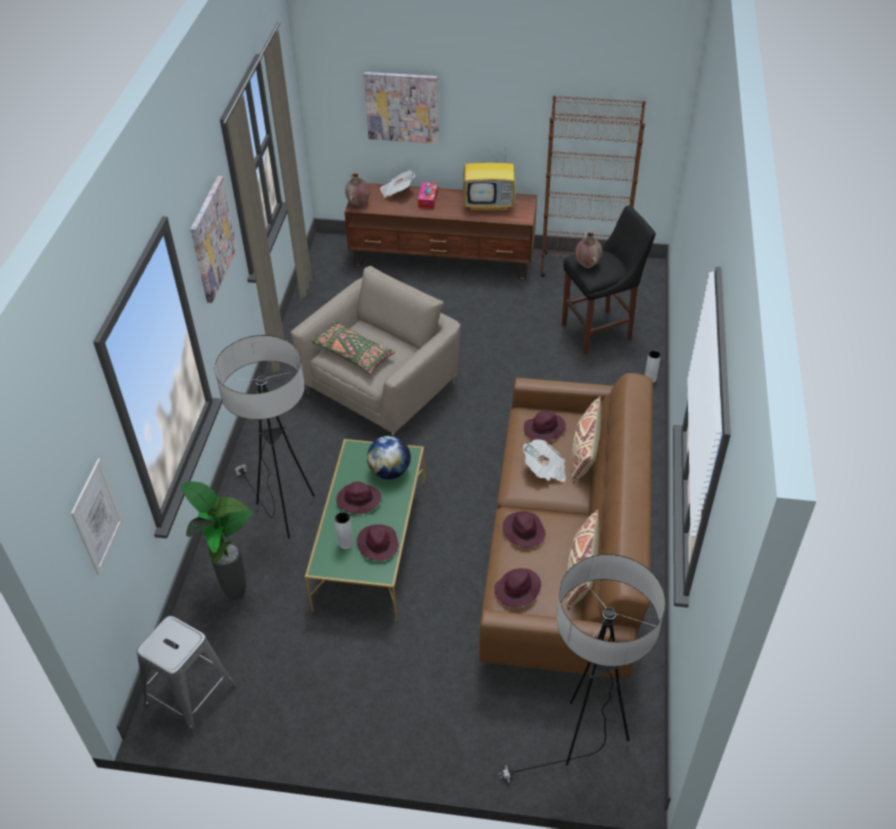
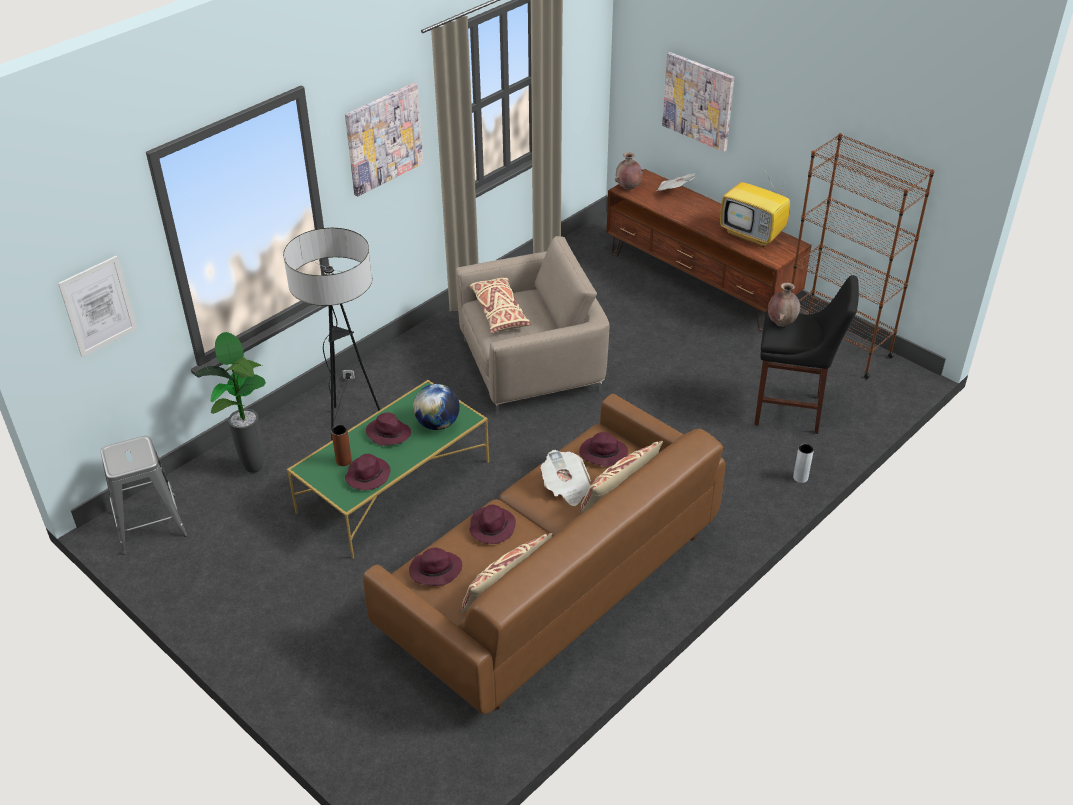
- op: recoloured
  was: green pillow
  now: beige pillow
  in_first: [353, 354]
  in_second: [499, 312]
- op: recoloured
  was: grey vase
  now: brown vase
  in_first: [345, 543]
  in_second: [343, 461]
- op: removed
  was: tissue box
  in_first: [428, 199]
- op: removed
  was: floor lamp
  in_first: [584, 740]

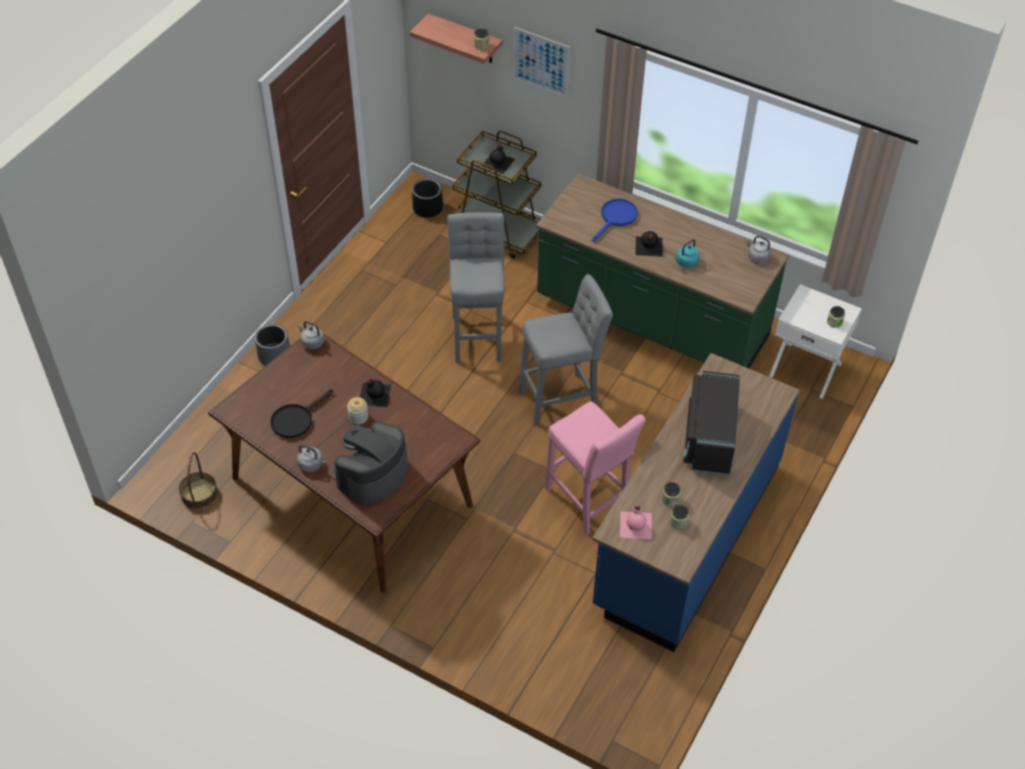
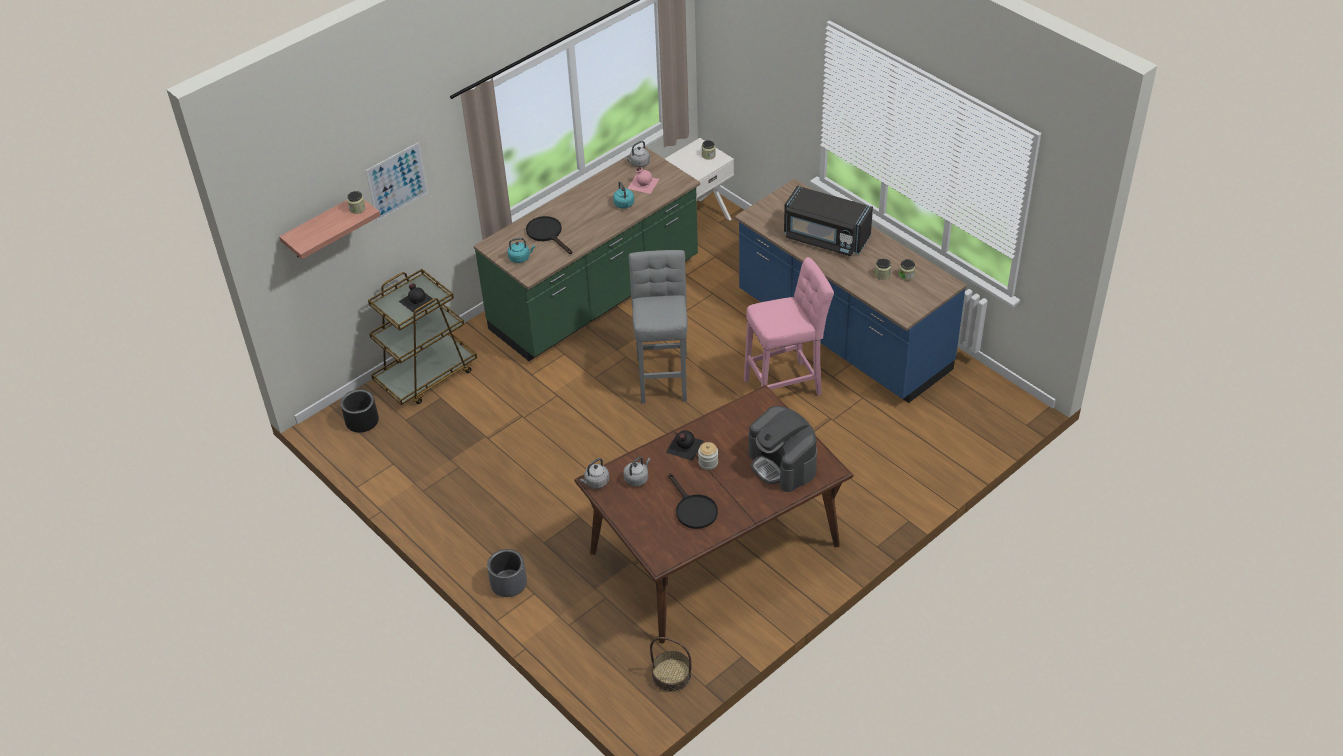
- op: moved
  was: grey kettle
  in_first: [312, 465]
  in_second: [637, 478]
- op: removed
  was: grey stool
  in_first: [478, 335]
- op: recoloured
  was: blue frying pan
  now: black frying pan
  in_first: [616, 218]
  in_second: [547, 234]
- op: moved
  was: pink bottle
  in_first: [636, 524]
  in_second: [643, 183]
- op: removed
  was: black bottle
  in_first: [648, 246]
- op: added
  now: turquoise kettle
  in_second: [520, 258]

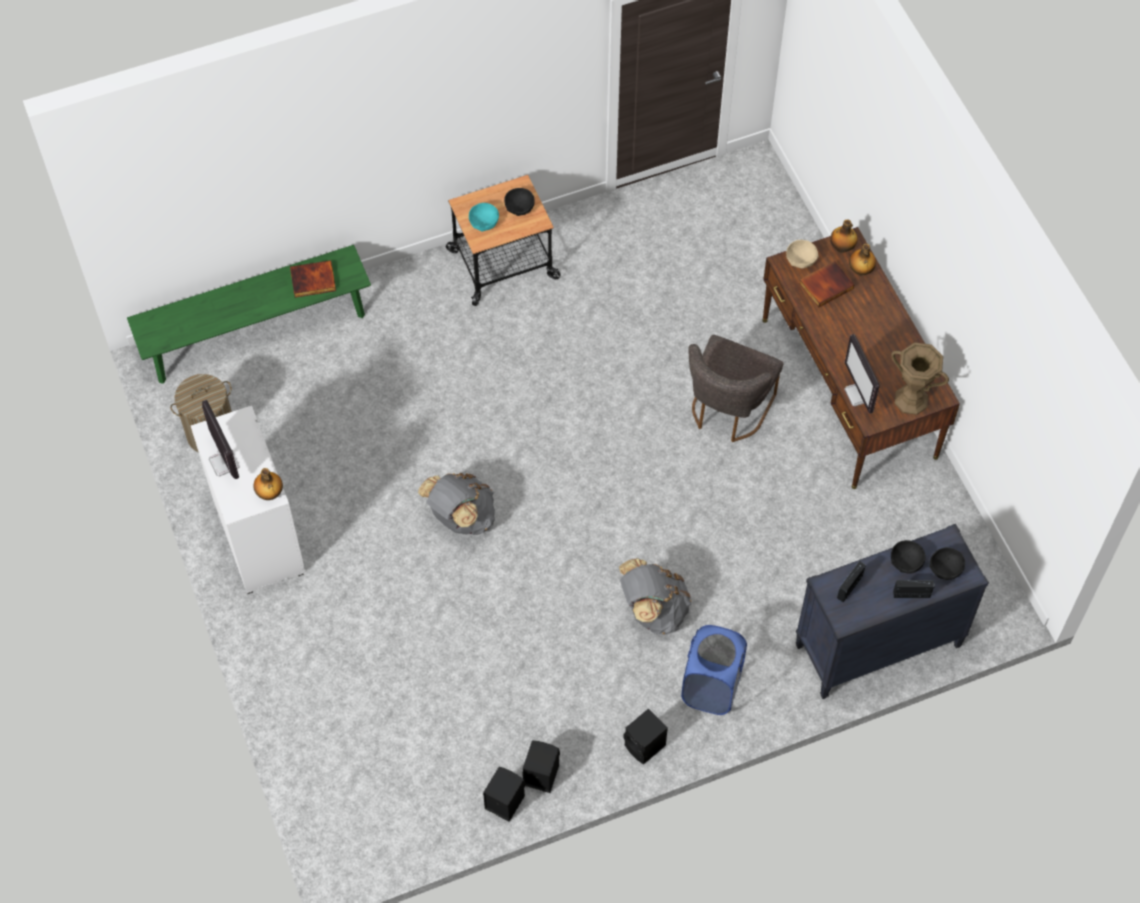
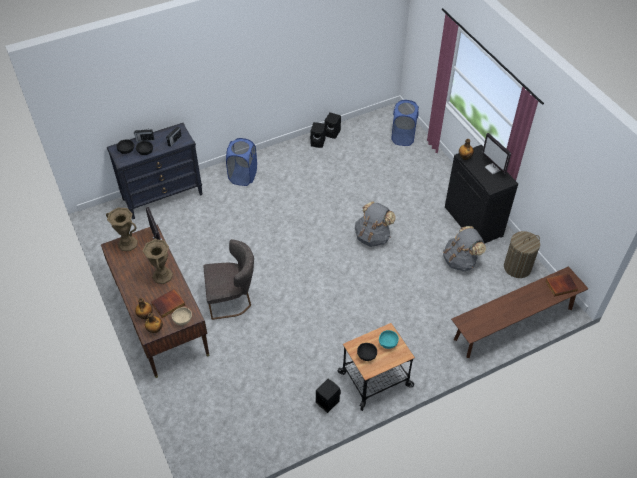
- op: recoloured
  was: green bench
  now: brown bench
  in_first: [257, 333]
  in_second: [513, 324]
- op: recoloured
  was: white cabinet
  now: black cabinet
  in_first: [257, 536]
  in_second: [474, 222]
- op: moved
  was: book
  in_first: [313, 281]
  in_second: [560, 285]
- op: moved
  was: grey backpack
  in_first: [653, 610]
  in_second: [460, 261]
- op: moved
  was: black speaker
  in_first: [645, 746]
  in_second: [327, 401]
- op: turned
  was: grey chair
  in_first: [728, 411]
  in_second: [232, 299]
  clockwise: 60
- op: added
  now: brown vase
  in_second: [162, 276]
- op: added
  now: blue laundry basket
  in_second: [403, 137]

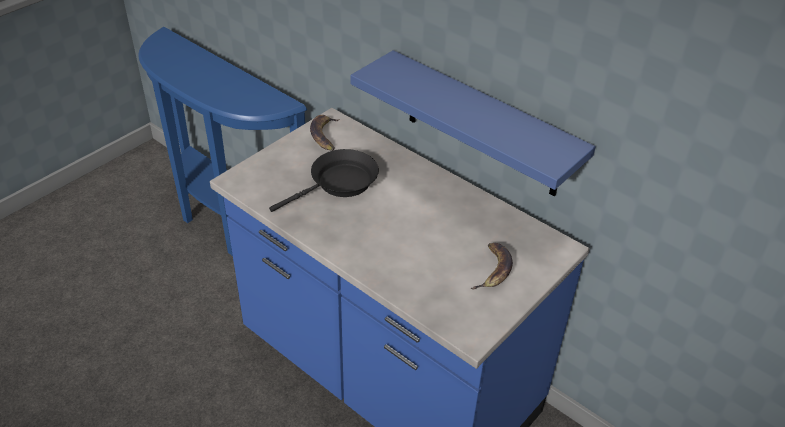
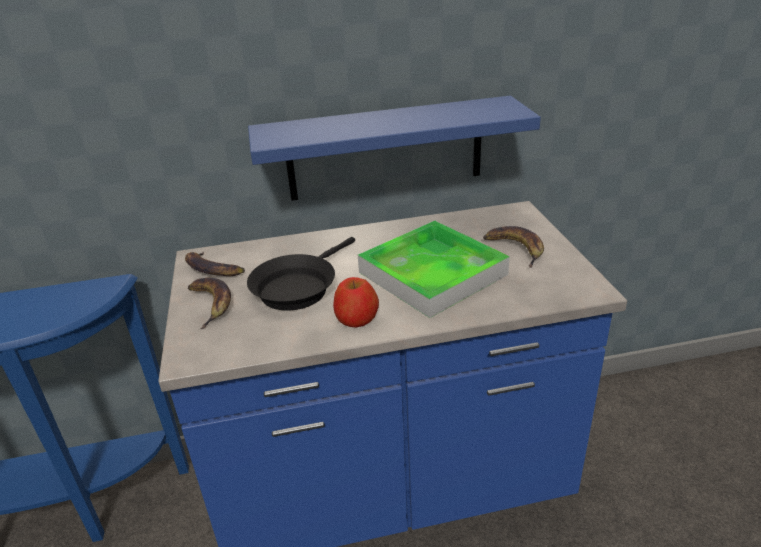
- op: turned
  was: black frying pan
  in_first: [339, 184]
  in_second: [298, 287]
  clockwise: -150
- op: added
  now: banana
  in_second: [211, 304]
- op: added
  now: apple
  in_second: [356, 318]
- op: added
  now: tray
  in_second: [432, 273]

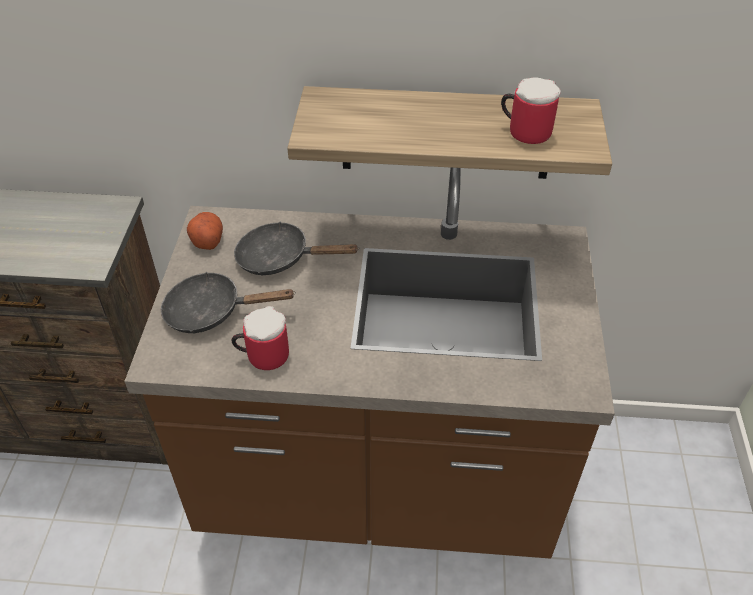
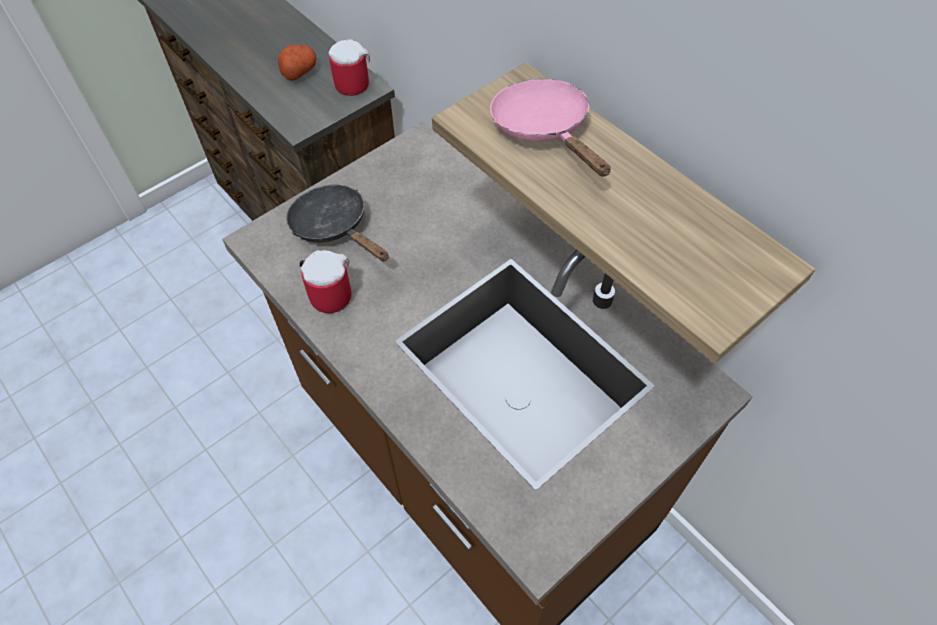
- op: moved
  was: potato
  in_first: [207, 239]
  in_second: [299, 71]
- op: removed
  was: black frying pan
  in_first: [280, 258]
- op: moved
  was: mug
  in_first: [525, 130]
  in_second: [352, 81]
- op: added
  now: pink frying pan
  in_second: [544, 129]

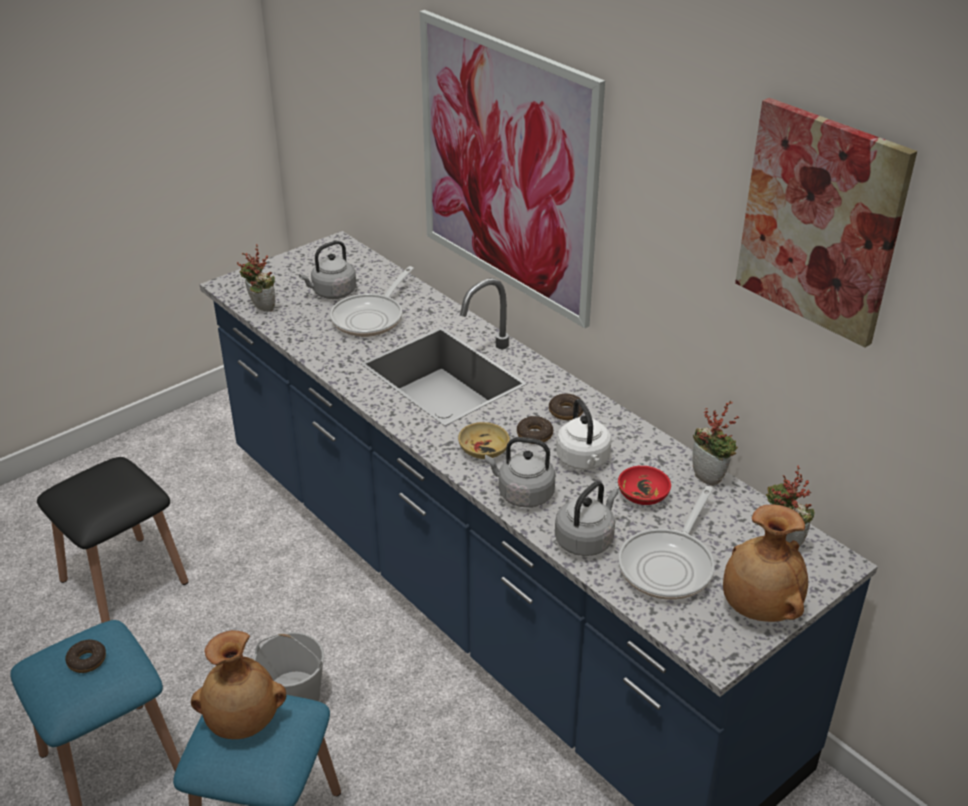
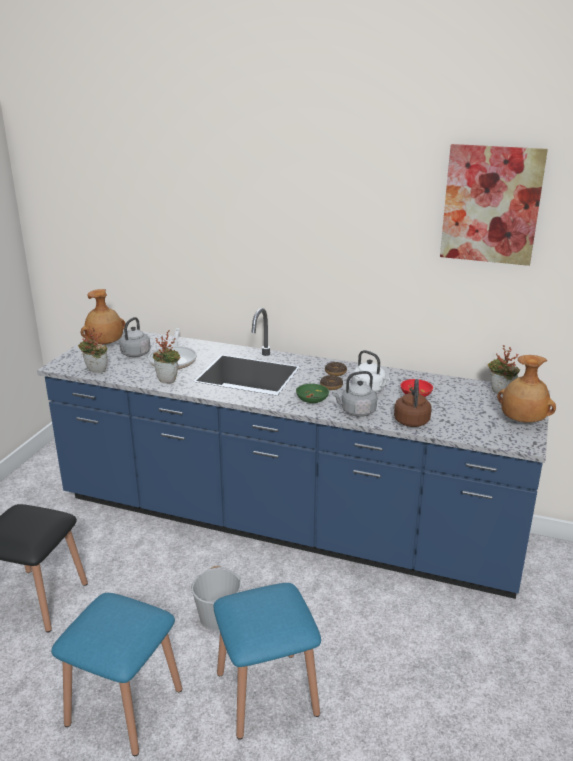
- op: removed
  was: donut
  in_first: [87, 660]
- op: moved
  was: brown vase
  in_first: [243, 722]
  in_second: [105, 344]
- op: removed
  was: picture
  in_first: [507, 167]
- op: recoloured
  was: beige bowl
  now: green bowl
  in_first: [484, 449]
  in_second: [312, 399]
- op: recoloured
  was: grey kettle
  now: brown kettle
  in_first: [586, 540]
  in_second: [411, 420]
- op: removed
  was: frying pan
  in_first: [669, 565]
- op: moved
  was: potted plant
  in_first: [710, 478]
  in_second: [169, 380]

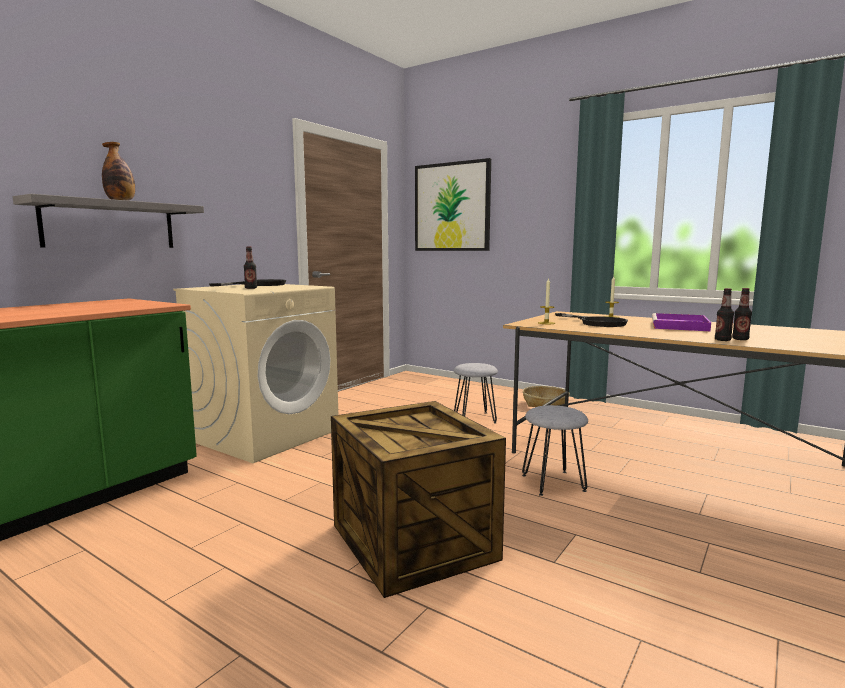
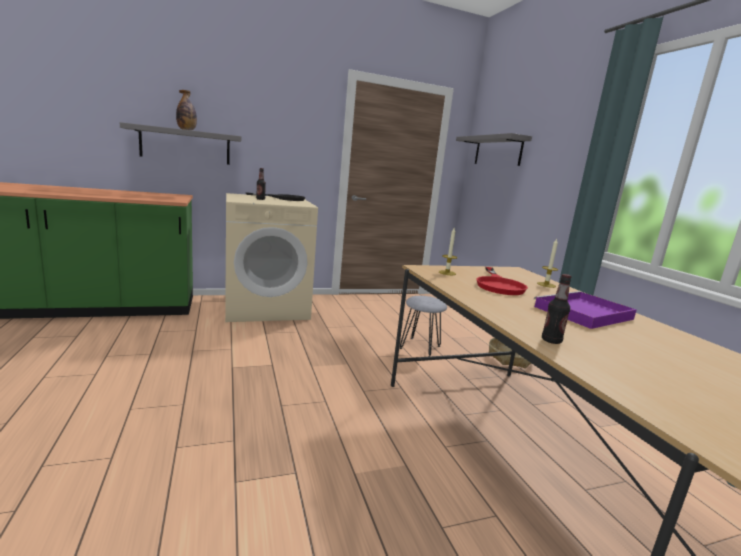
- op: removed
  was: crate
  in_first: [411, 542]
- op: replaced
  was: picture
  now: grey shelf
  in_first: [452, 207]
  in_second: [498, 151]
- op: removed
  was: grey stool
  in_first: [552, 483]
- op: recoloured
  was: black frying pan
  now: red frying pan
  in_first: [597, 323]
  in_second: [498, 285]
- op: removed
  was: bottle
  in_first: [740, 339]

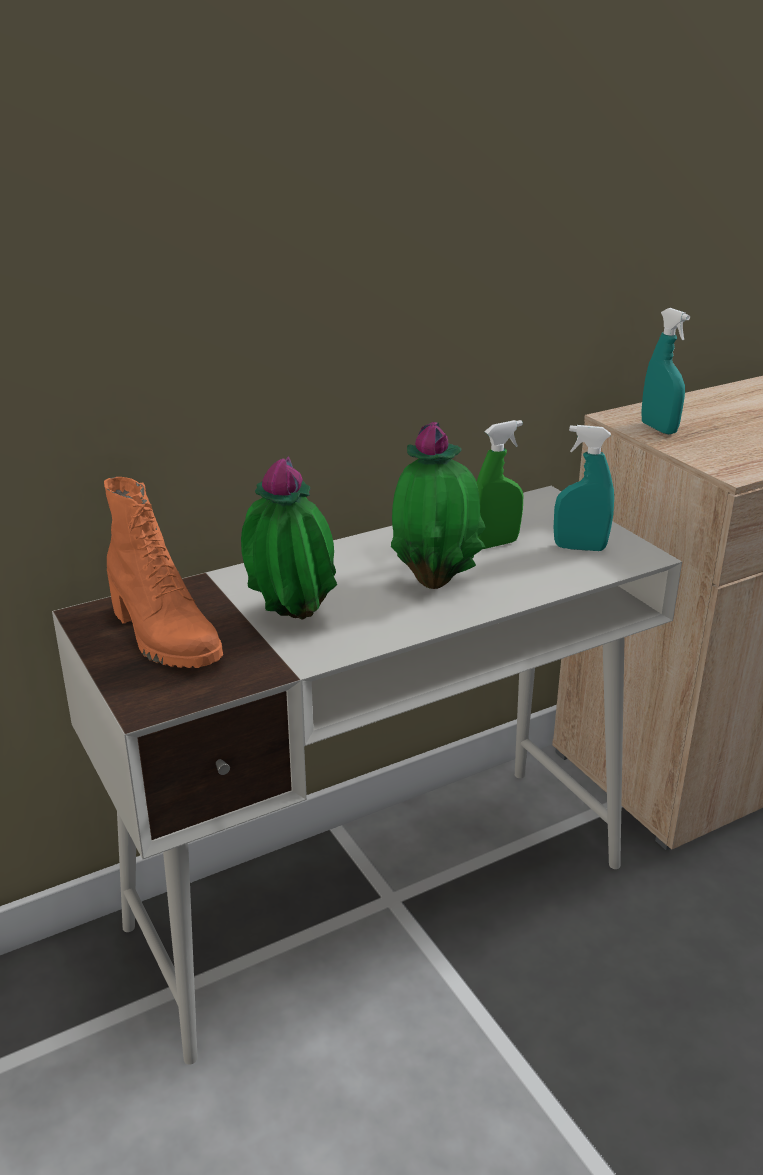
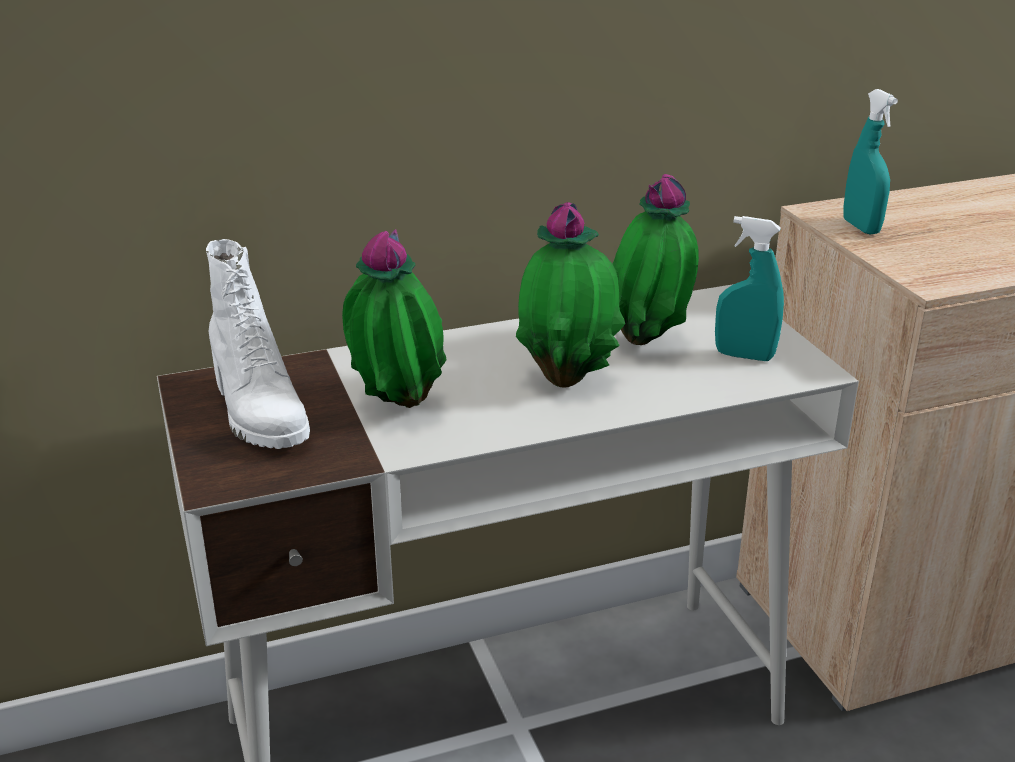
- op: recoloured
  was: orange boot
  now: white boot
  in_first: [163, 638]
  in_second: [257, 414]
- op: replaced
  was: green spray bottle
  now: potted plant
  in_first: [495, 544]
  in_second: [649, 343]

